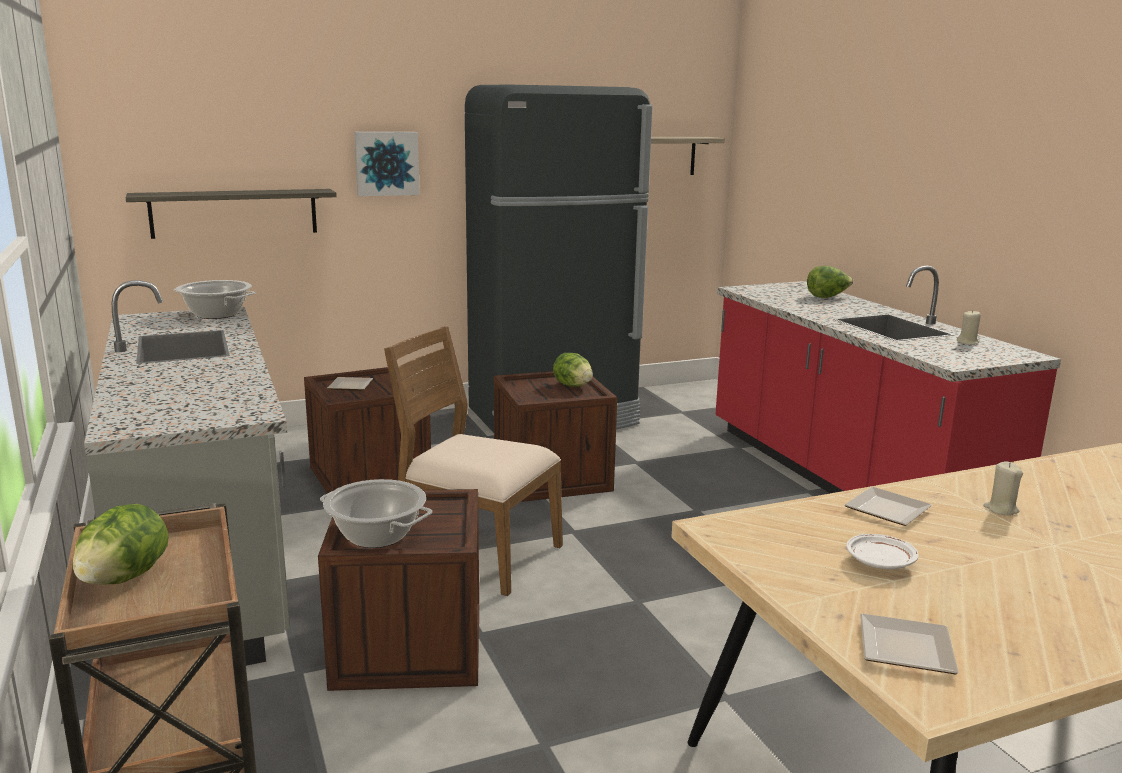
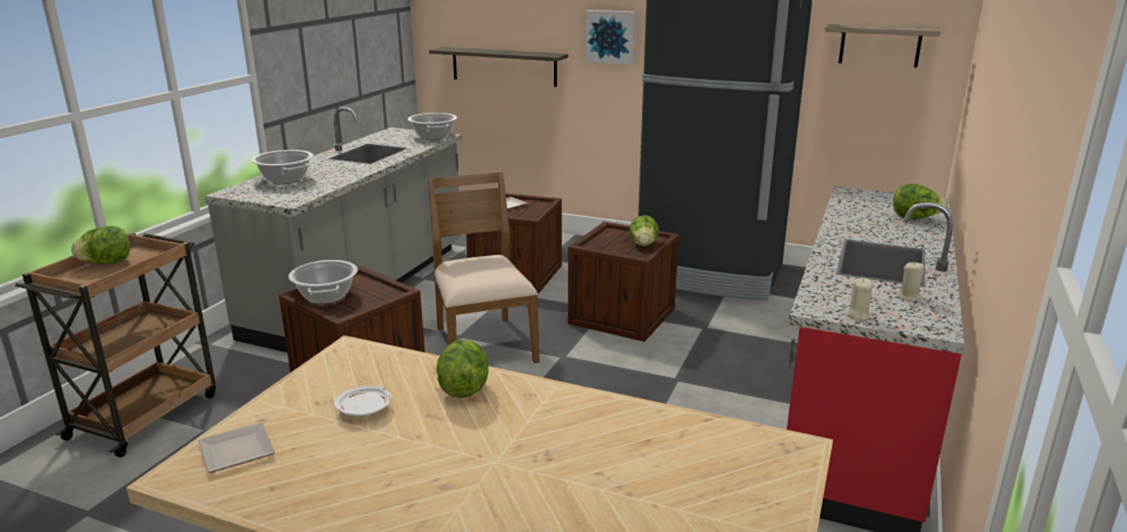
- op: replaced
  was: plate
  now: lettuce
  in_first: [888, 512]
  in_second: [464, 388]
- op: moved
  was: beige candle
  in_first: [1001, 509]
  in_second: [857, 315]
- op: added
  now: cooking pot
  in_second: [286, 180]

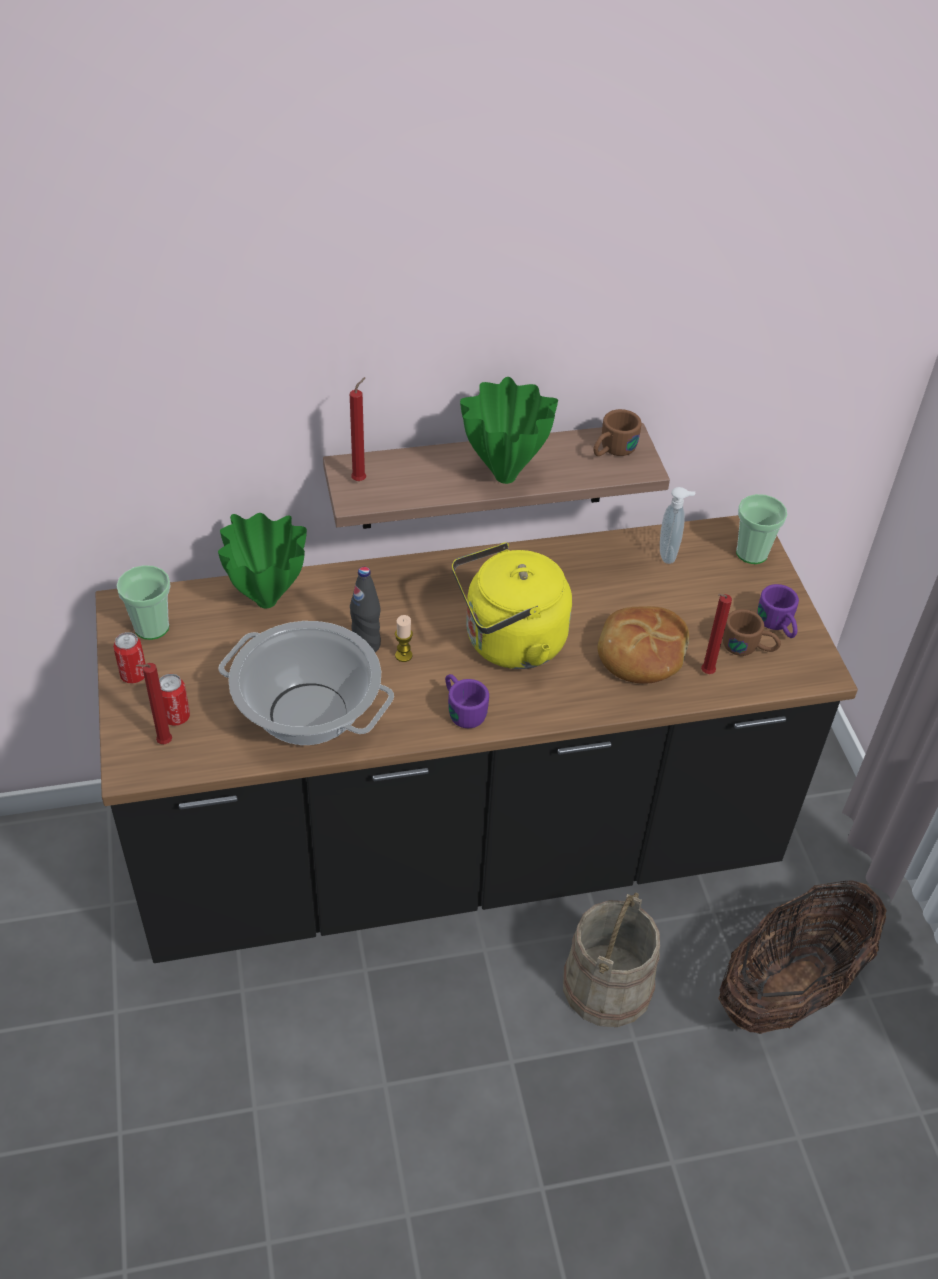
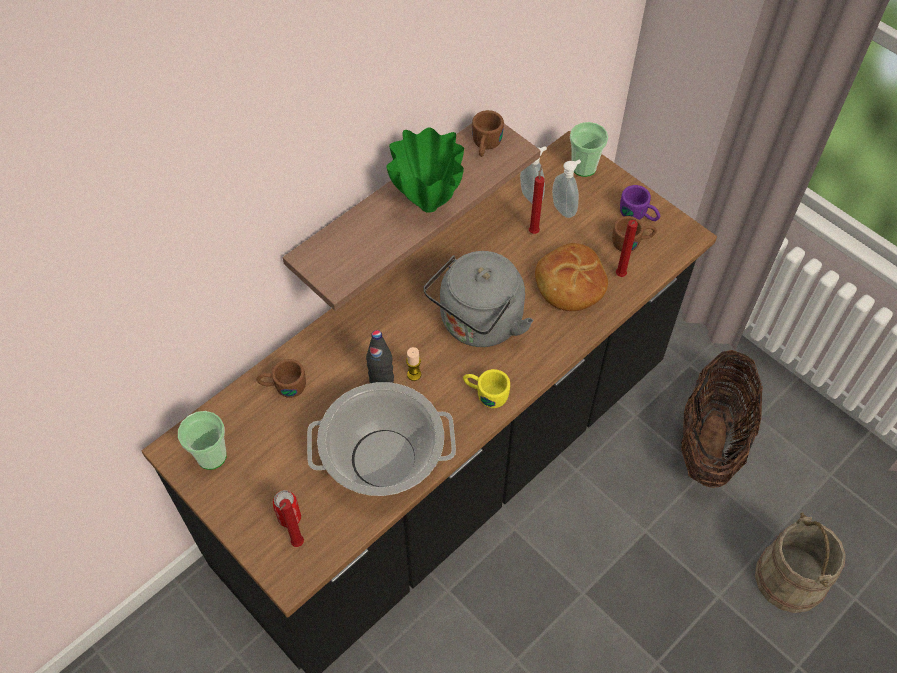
- op: removed
  was: can
  in_first: [134, 675]
- op: replaced
  was: green vase
  now: brown mug
  in_first: [267, 602]
  in_second: [283, 386]
- op: moved
  was: red candle
  in_first: [361, 480]
  in_second: [534, 231]
- op: recoloured
  was: purple mug
  now: yellow mug
  in_first: [462, 709]
  in_second: [485, 393]
- op: recoloured
  was: yellow kettle
  now: grey kettle
  in_first: [509, 643]
  in_second: [478, 324]
- op: moved
  was: beige bucket
  in_first: [608, 986]
  in_second: [790, 578]
- op: added
  now: soap dispenser
  in_second: [564, 209]

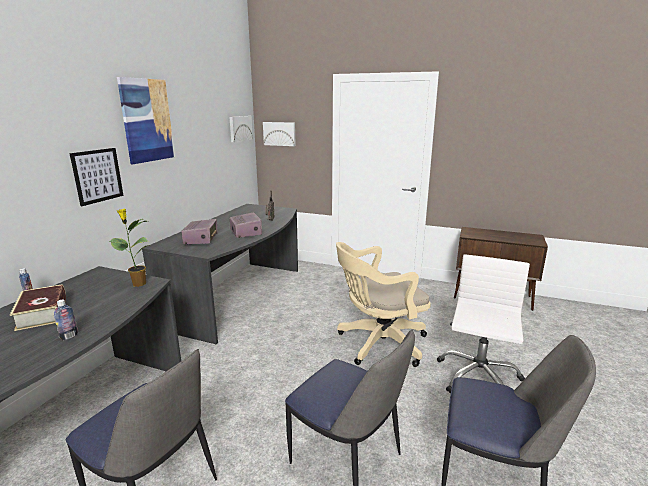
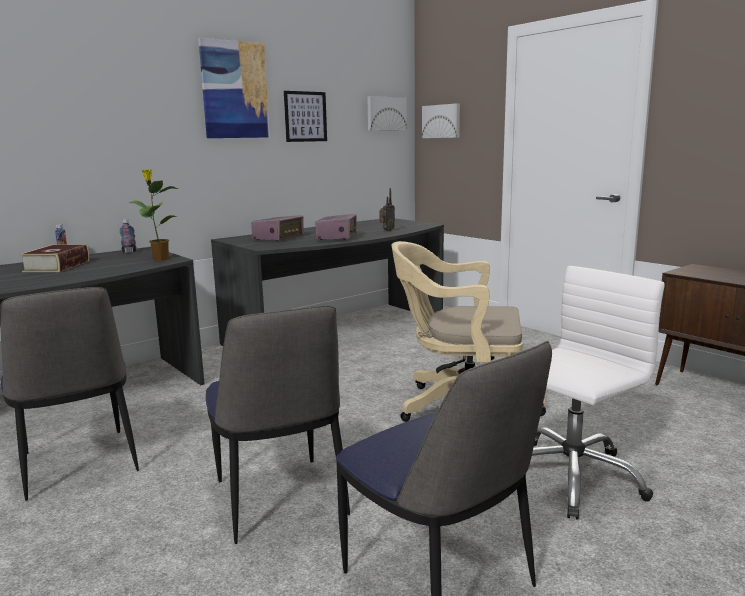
- op: moved
  was: bottle
  in_first: [69, 336]
  in_second: [129, 252]
- op: moved
  was: picture
  in_first: [97, 176]
  in_second: [305, 116]

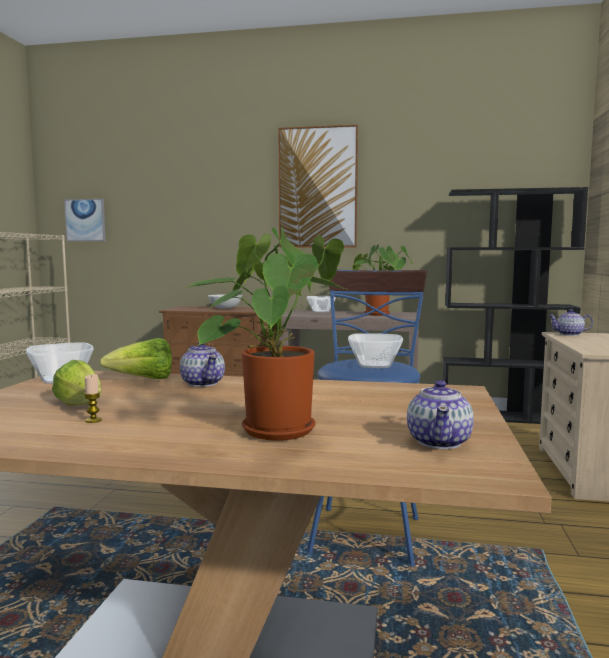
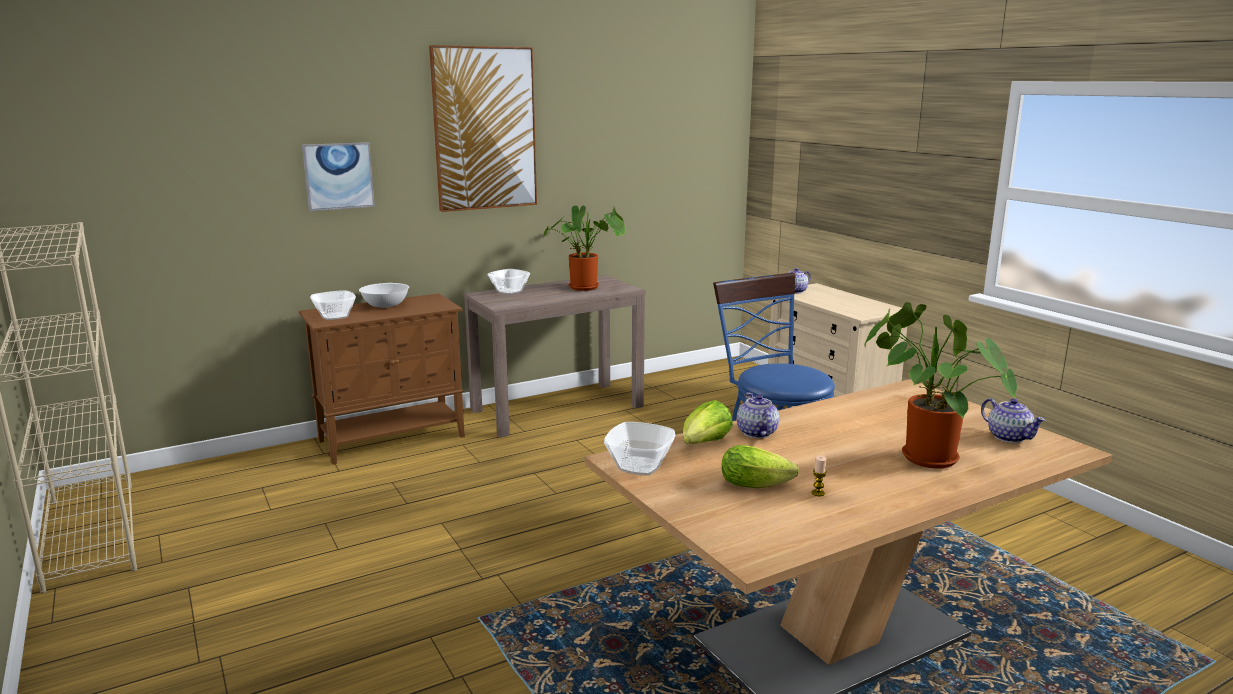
- op: moved
  was: picture
  in_first: [85, 220]
  in_second: [338, 176]
- op: turned
  was: teapot
  in_first: [203, 383]
  in_second: [756, 433]
  clockwise: -120
- op: moved
  was: bowl
  in_first: [374, 365]
  in_second: [334, 316]
- op: removed
  was: black bookcase
  in_first: [504, 417]

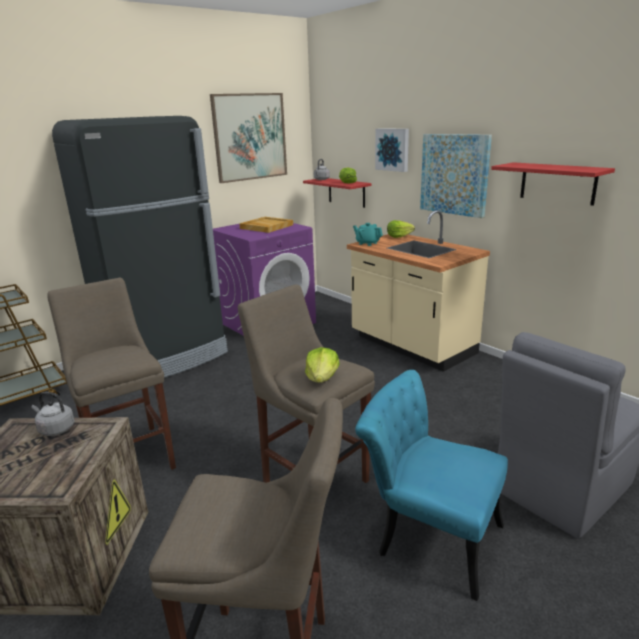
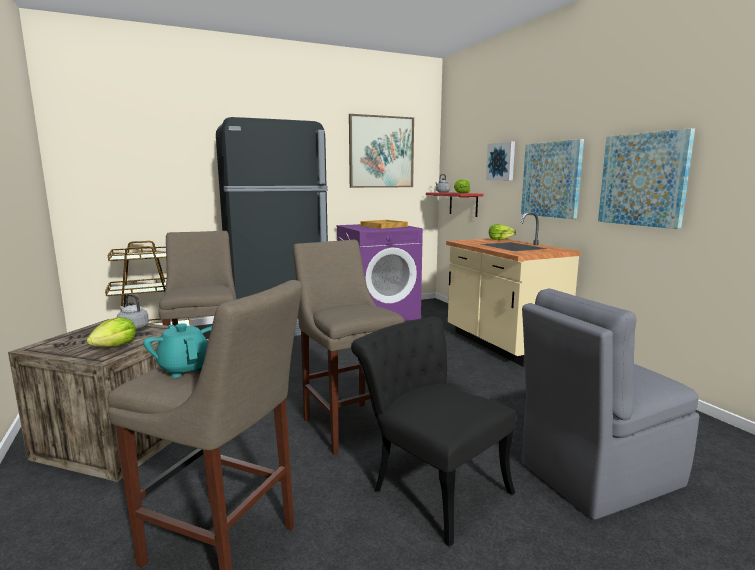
- op: moved
  was: lettuce
  in_first: [322, 378]
  in_second: [115, 346]
- op: moved
  was: turquoise teapot
  in_first: [367, 243]
  in_second: [185, 369]
- op: recoloured
  was: turquoise chair
  now: black chair
  in_first: [428, 536]
  in_second: [431, 485]
- op: replaced
  was: red shelf
  now: picture
  in_first: [557, 183]
  in_second: [643, 179]

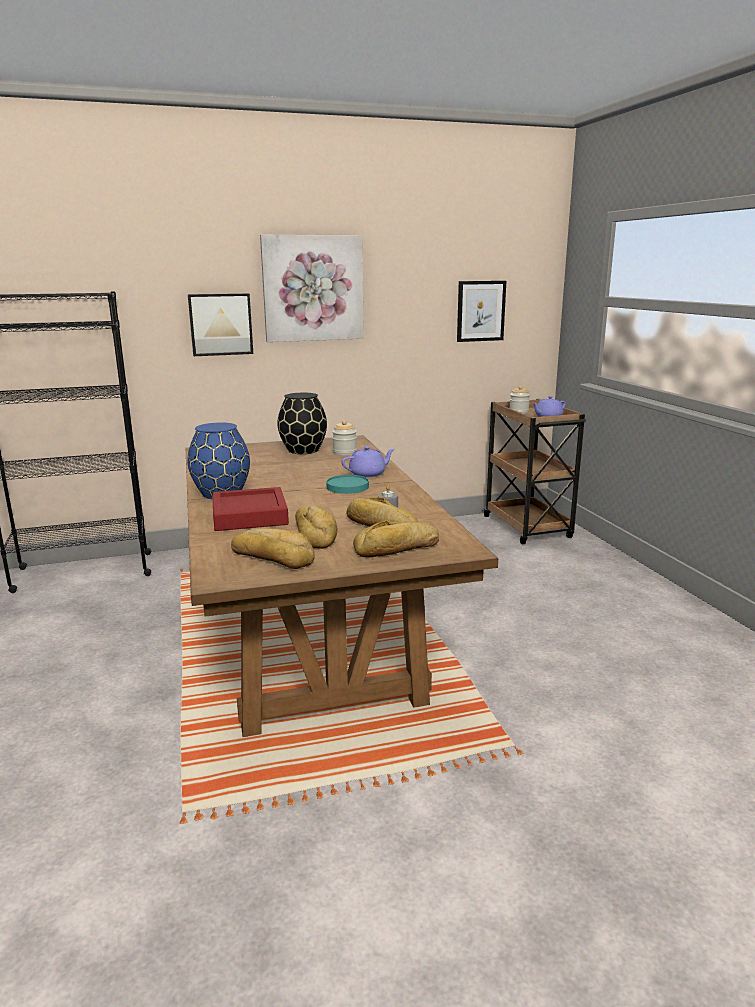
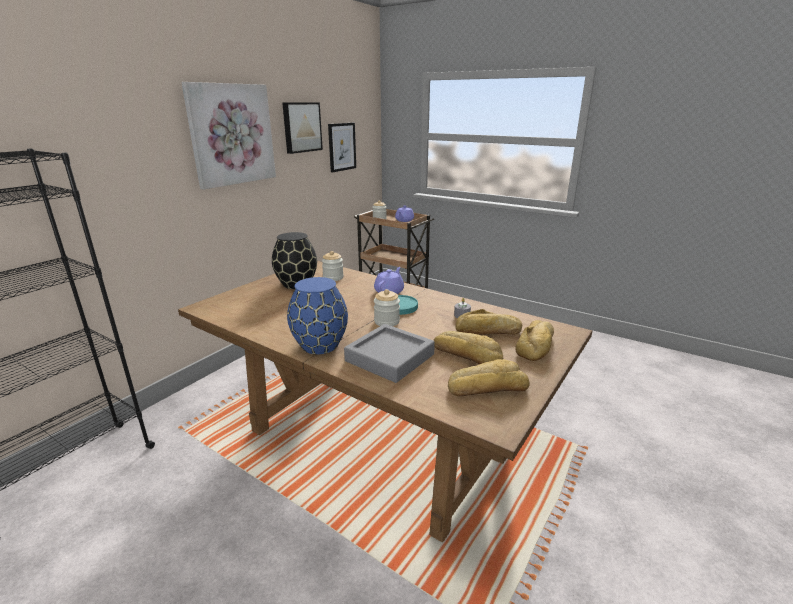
- op: moved
  was: picture
  in_first: [220, 324]
  in_second: [301, 127]
- op: recoloured
  was: red tray
  now: grey tray
  in_first: [250, 516]
  in_second: [389, 358]
- op: added
  now: jar
  in_second: [387, 321]

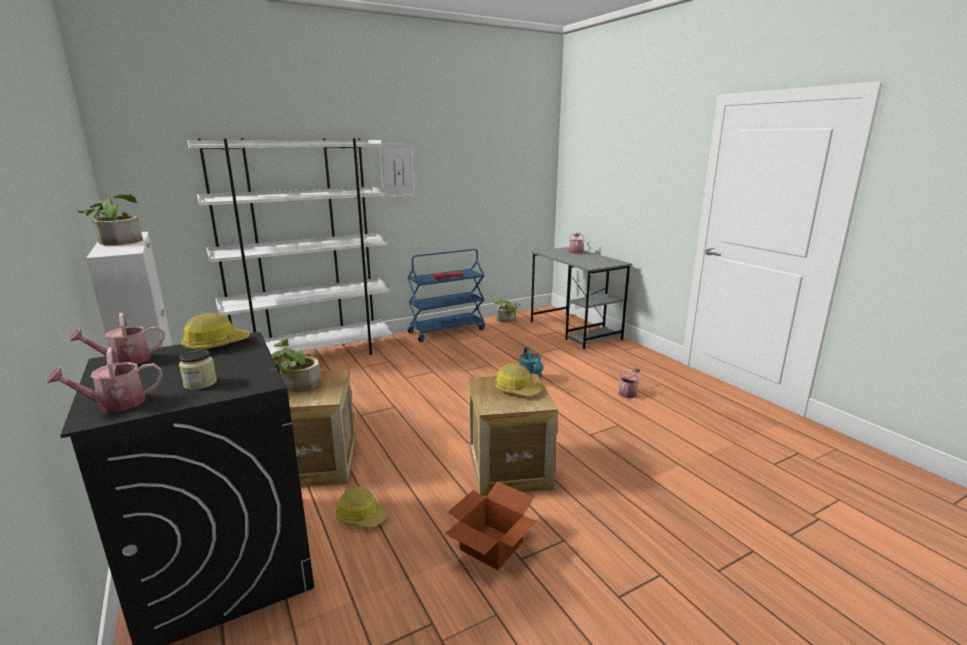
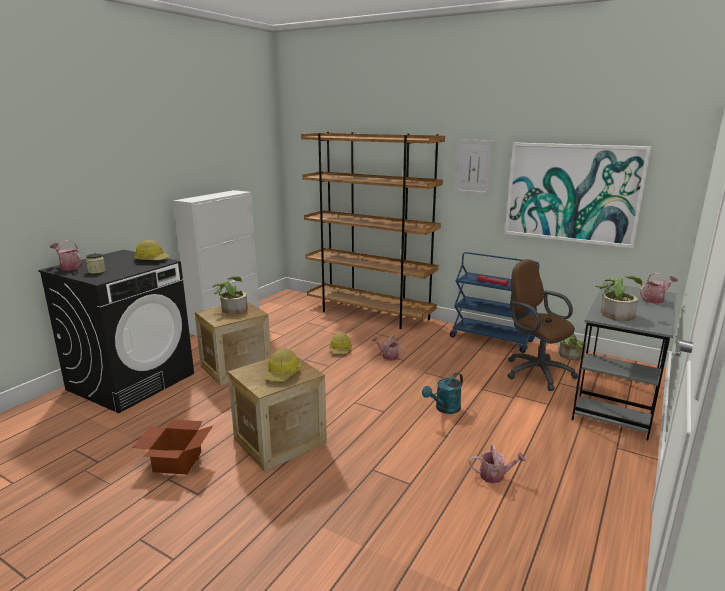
- op: moved
  was: watering can
  in_first: [125, 361]
  in_second: [388, 356]
- op: moved
  was: potted plant
  in_first: [118, 241]
  in_second: [615, 313]
- op: recoloured
  was: white bookcase
  now: brown bookcase
  in_first: [314, 357]
  in_second: [369, 314]
- op: moved
  was: hard hat
  in_first: [361, 516]
  in_second: [340, 350]
- op: added
  now: picture
  in_second: [572, 193]
- op: added
  now: brown office chair
  in_second: [535, 371]

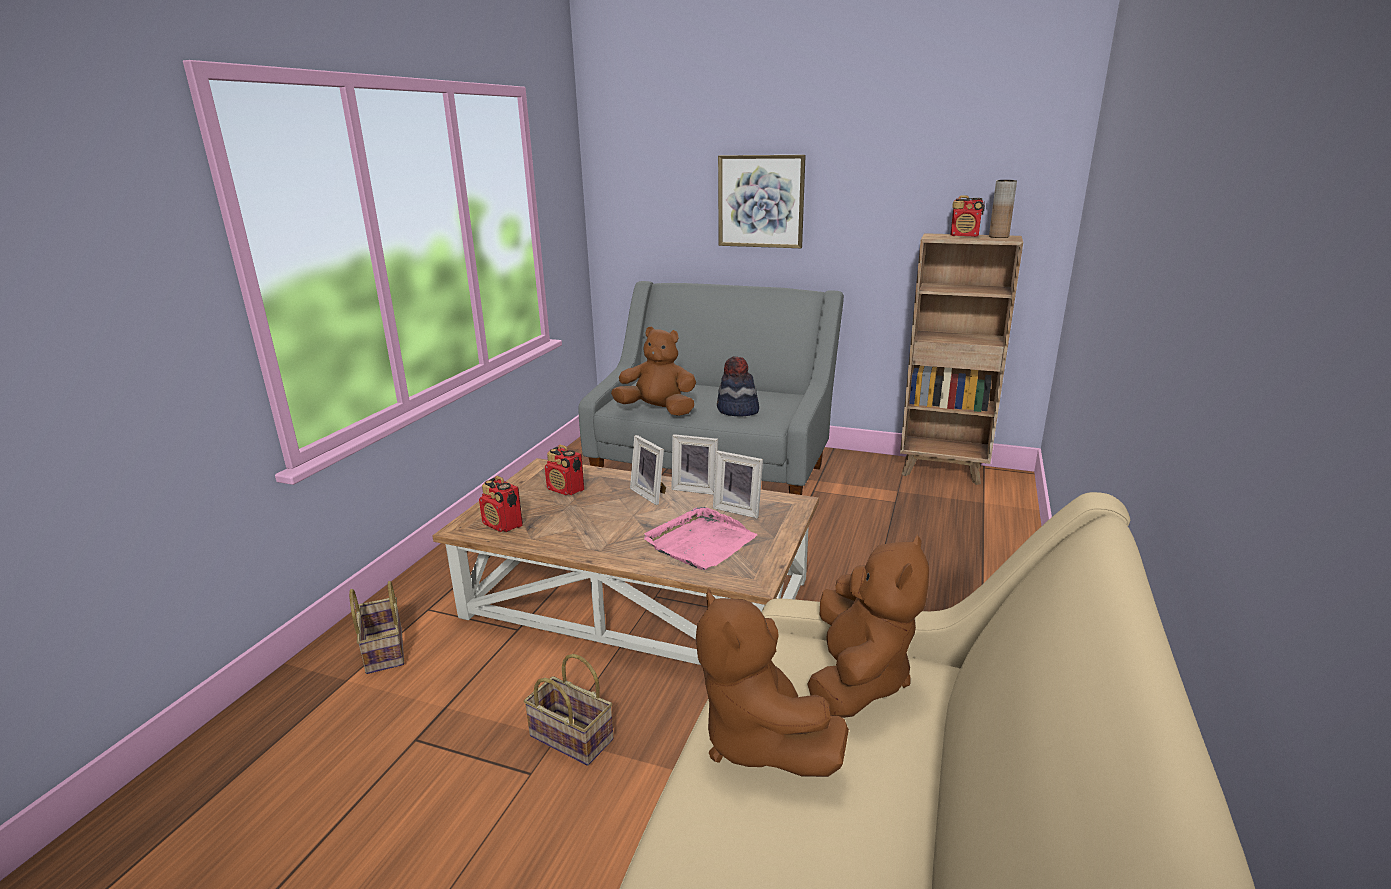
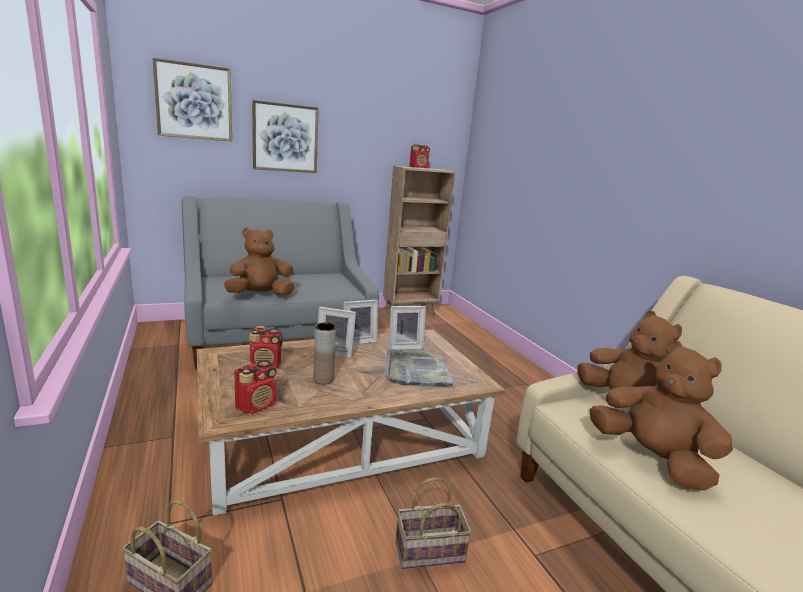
- op: turned
  was: radio
  in_first: [503, 525]
  in_second: [256, 406]
  clockwise: -45
- op: recoloured
  was: pink tray
  now: grey tray
  in_first: [700, 542]
  in_second: [417, 372]
- op: turned
  was: brown plush toy
  in_first: [758, 740]
  in_second: [651, 459]
  clockwise: -150
- op: removed
  was: hat
  in_first: [737, 410]
- op: moved
  was: brown vase
  in_first: [998, 237]
  in_second: [323, 379]
- op: added
  now: picture
  in_second: [194, 101]

